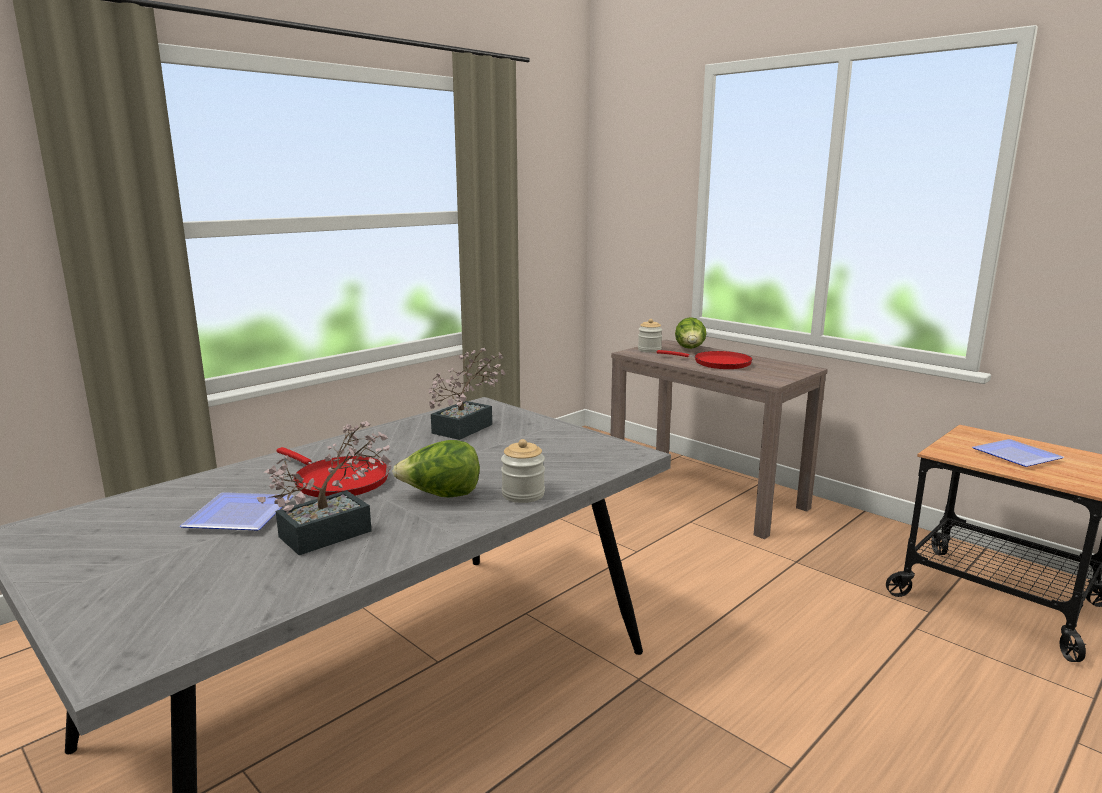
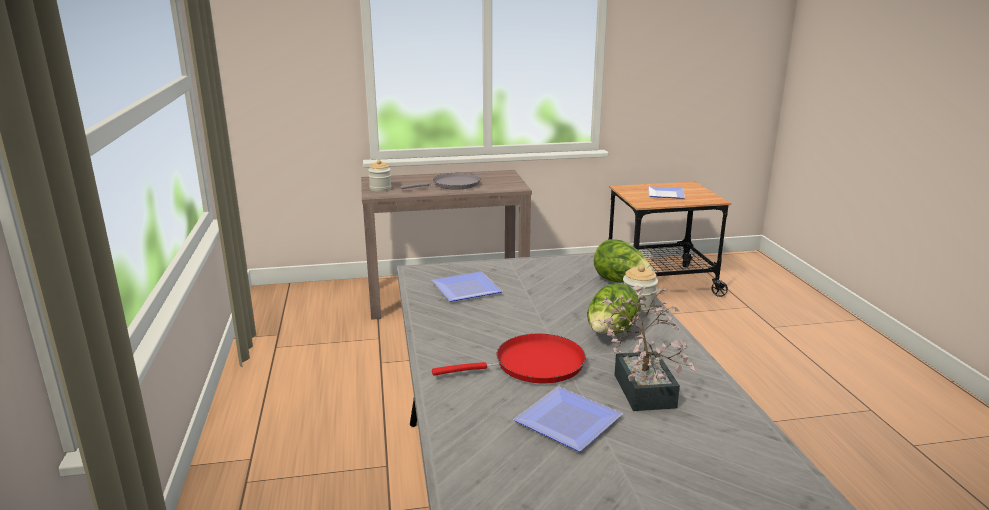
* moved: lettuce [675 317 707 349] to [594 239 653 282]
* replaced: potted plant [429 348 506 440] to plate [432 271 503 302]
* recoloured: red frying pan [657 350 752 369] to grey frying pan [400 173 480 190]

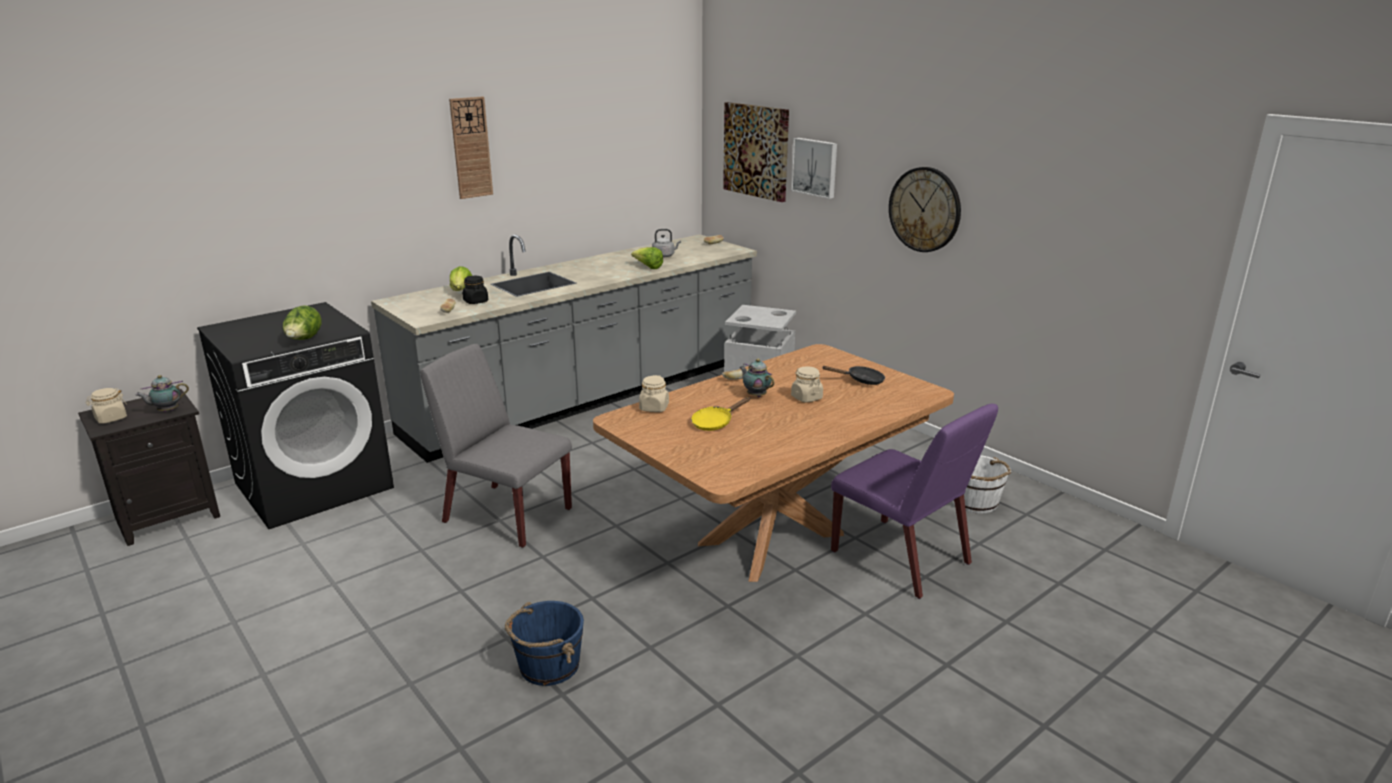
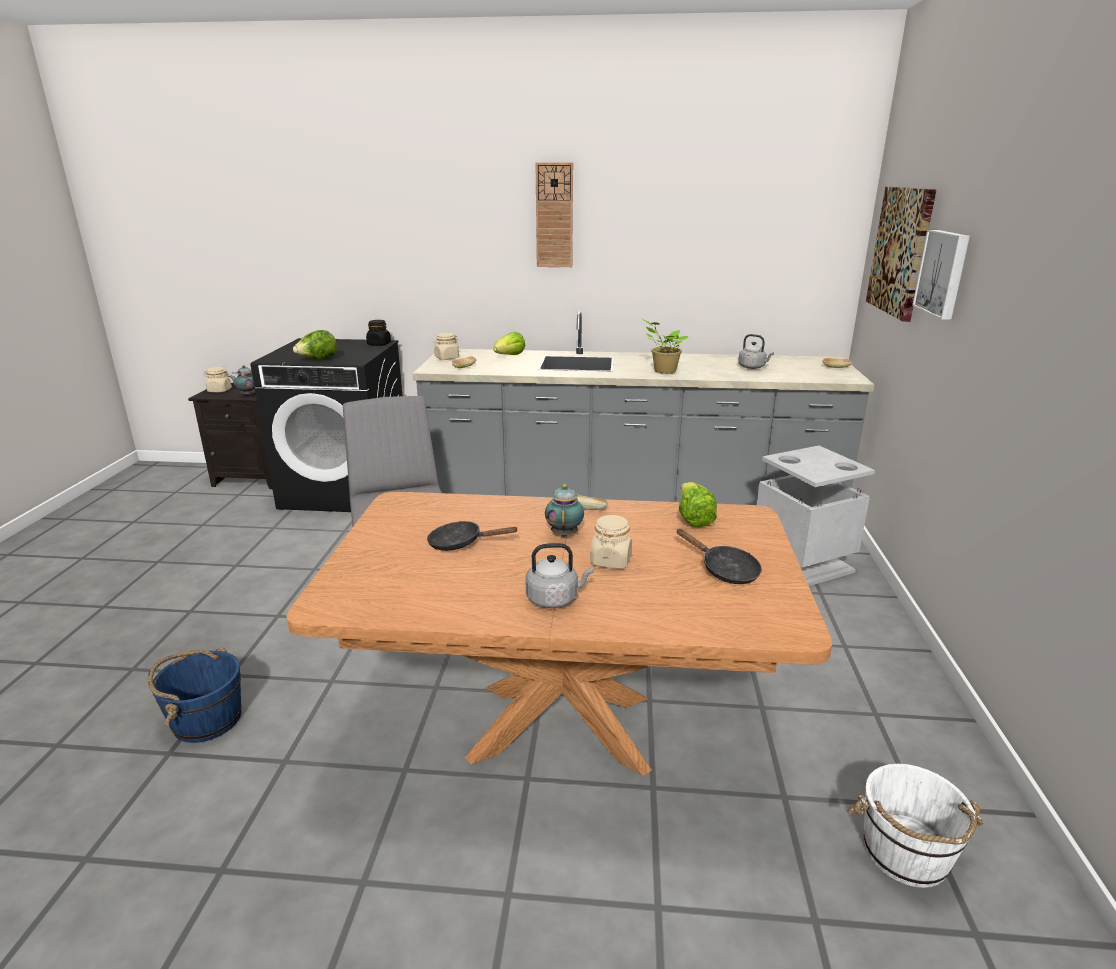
* removed: wall clock [889 167 961 252]
* moved: lettuce [631 247 663 269] to [679 482 717 527]
* moved: black jar [462 276 488 304] to [366 320 391 346]
* moved: beige jar [639 375 669 412] to [433 333 459 360]
* recoloured: yellow frying pan [691 397 750 431] to black frying pan [427 521 519 551]
* removed: purple chair [831 404 998 599]
* added: potted plant [642 319 688 374]
* added: grey kettle [526 543 594 608]

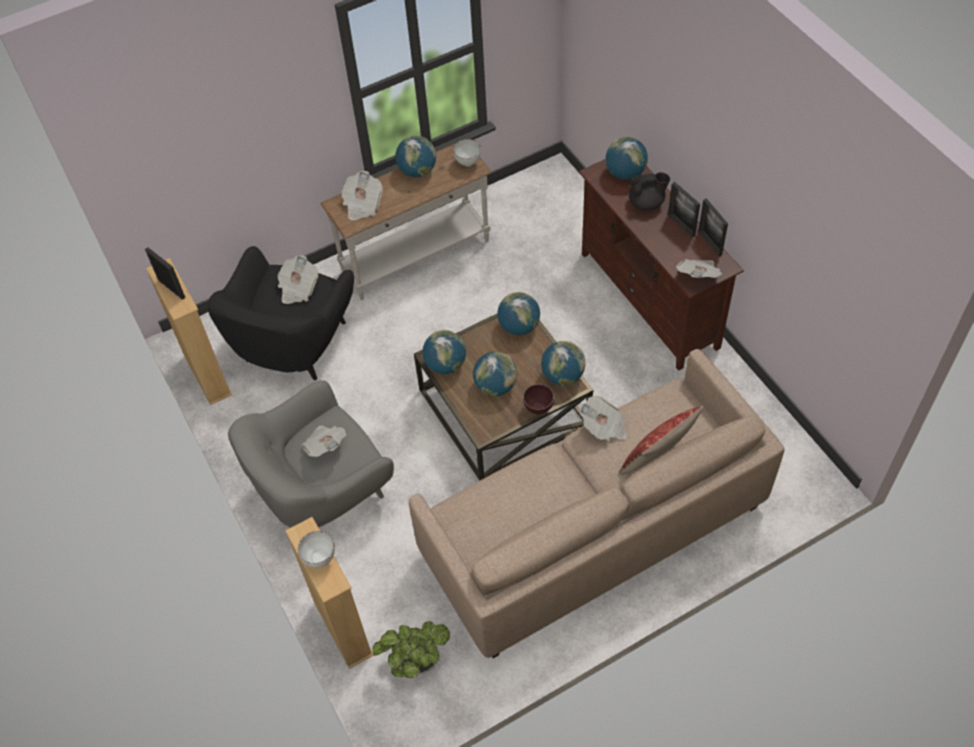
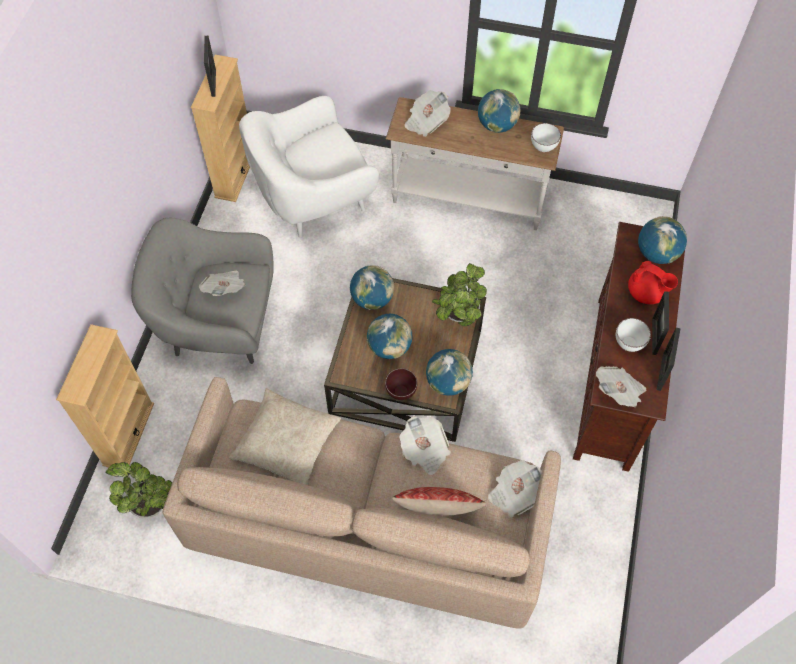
* recoloured: black teapot [629 172 670 210] to red teapot [628 261 678 304]
* recoloured: black armchair [208 246 354 380] to white armchair [239 96 379 237]
* moved: newspaper [277 255 318 304] to [488 460 542 518]
* replaced: globe [497 292 540 335] to potted plant [432 263 487 326]
* moved: white bowl [298 531 335 568] to [616 318 651 352]
* added: beige pillow [229 388 341 485]

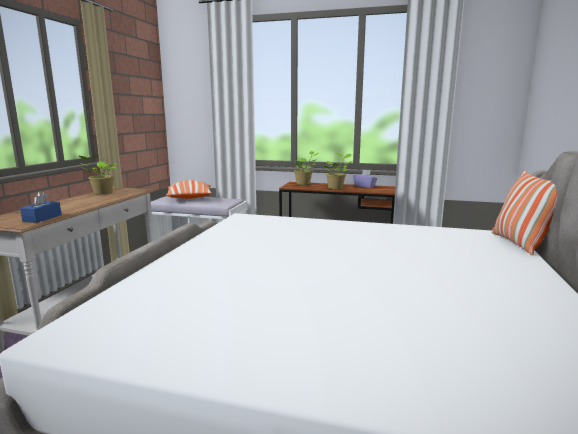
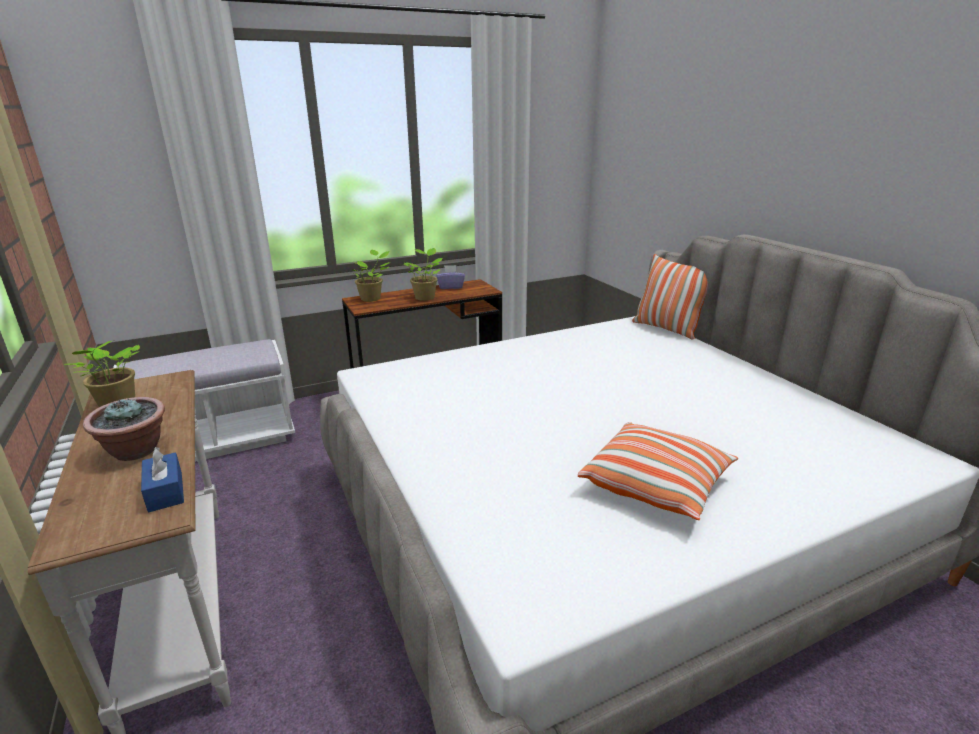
* moved: pillow [166 180 212 199] to [578 422 738 520]
* added: potted plant [83 397 165 461]

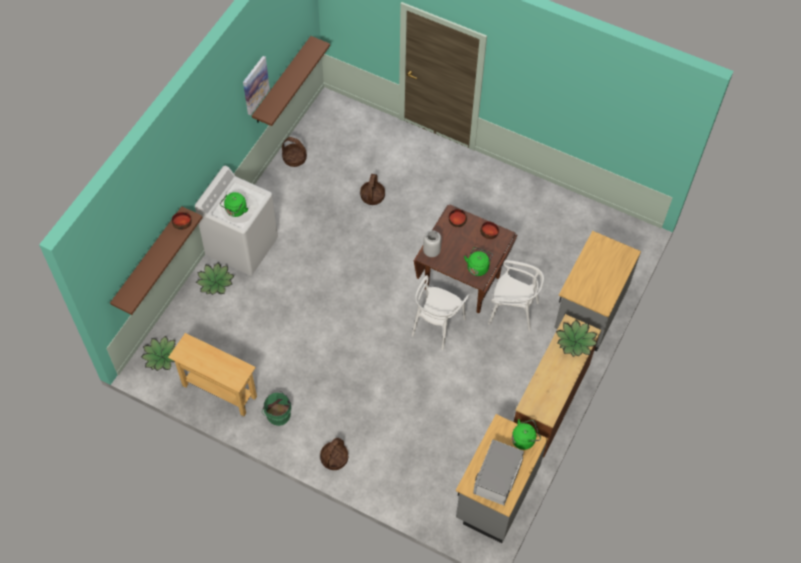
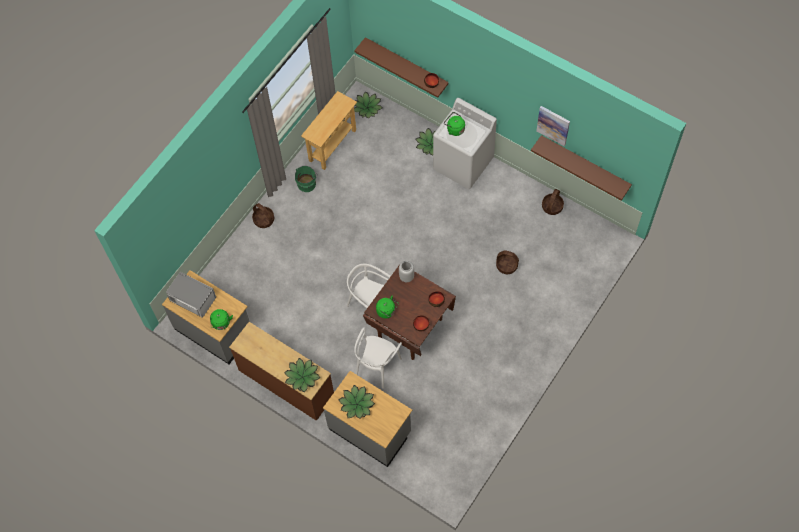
* added: potted plant [338 385 375 419]

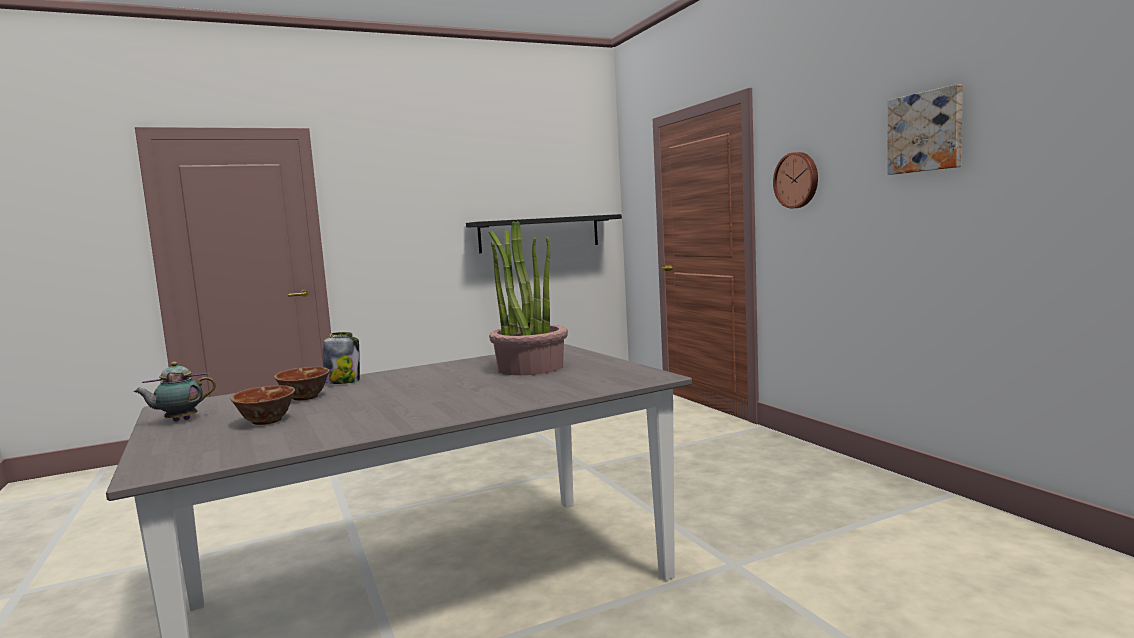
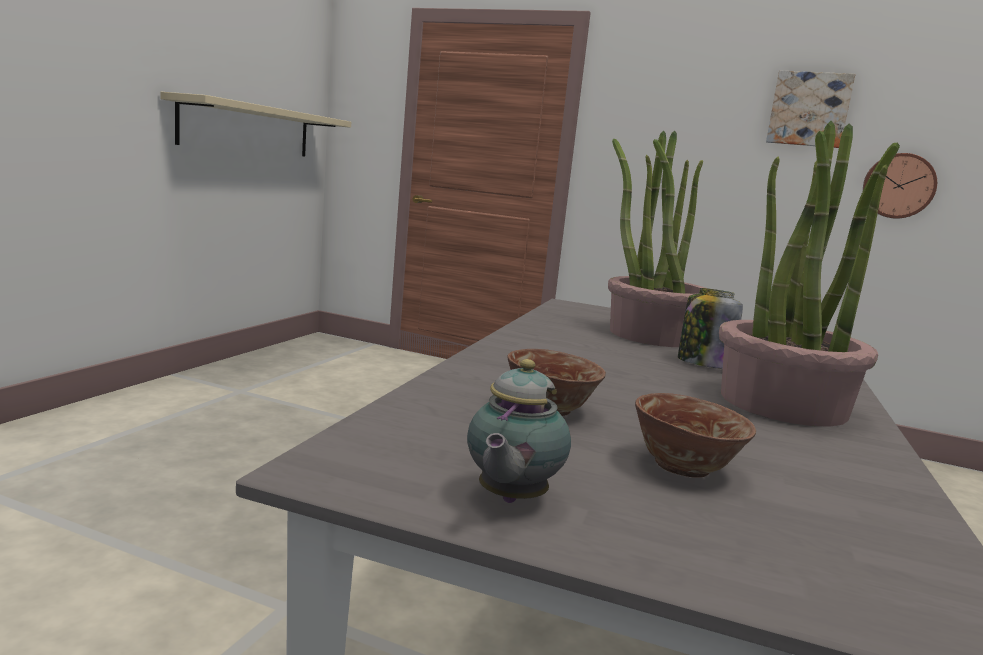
* moved: wall clock [773 152 818 208] to [863 153 937 218]
* recoloured: black shelf [466 214 622 253] to beige shelf [160 92 351 156]
* moved: jar [323 332 360 384] to [678 288 743 369]
* added: potted plant [719 121 900 427]

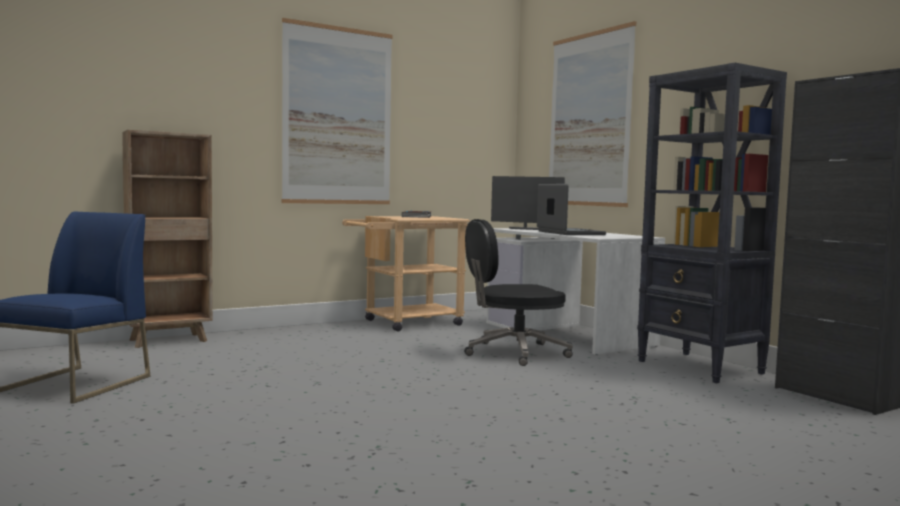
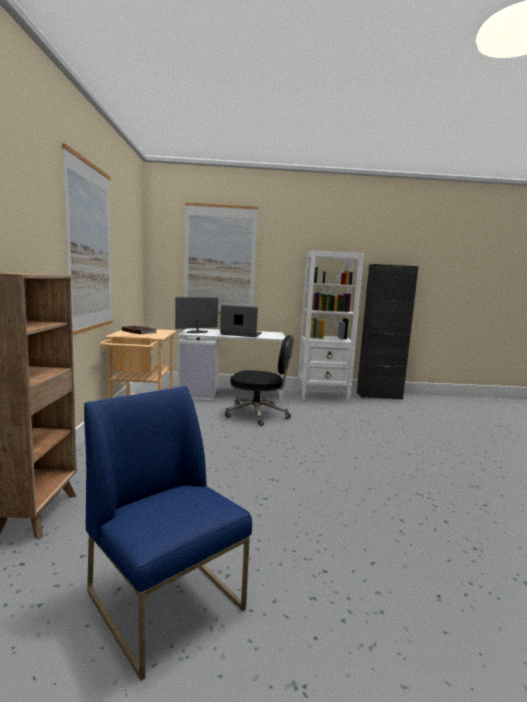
* recoloured: black bookcase [637 63 787 383] to white bookcase [297 250 364 402]
* turned: black office chair [464 219 573 366] = [225 335 293 426] 90 degrees counterclockwise

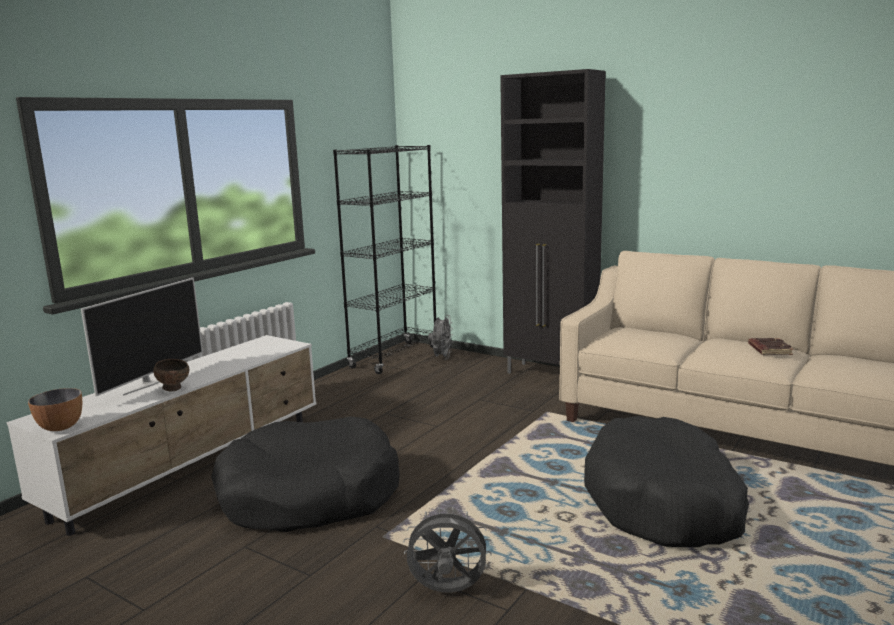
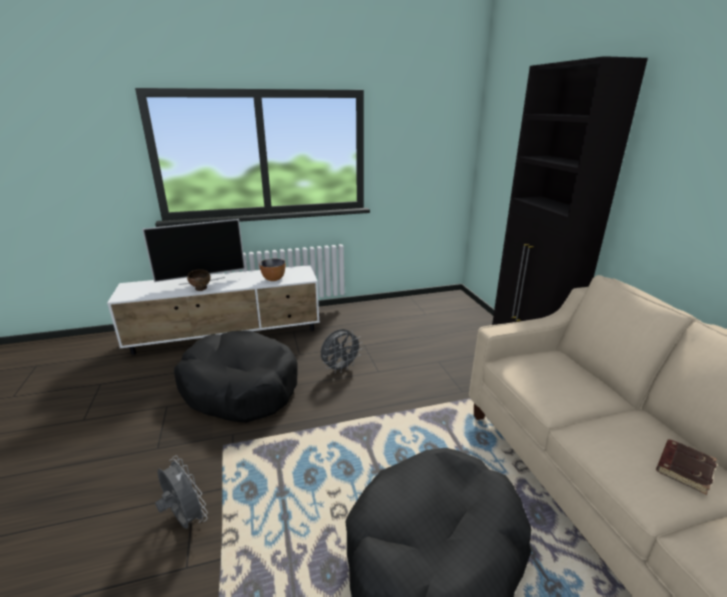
* removed: black bookcase [333 145 436 374]
* moved: grey fan [428 315 453 359] to [321 329 362 373]
* moved: bowl [28 388 82 431] to [259 259 285 281]

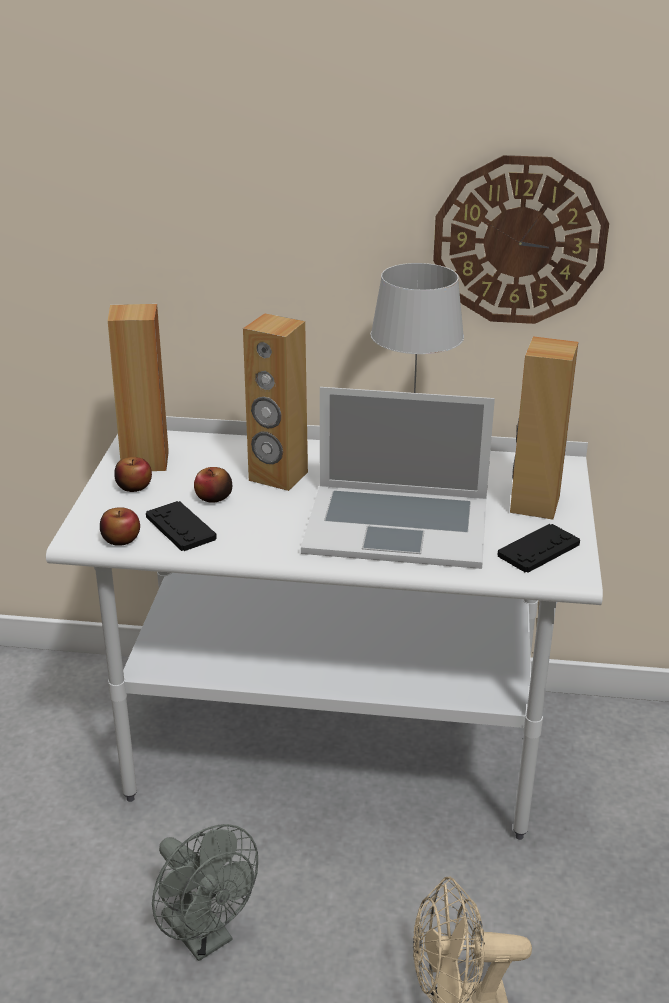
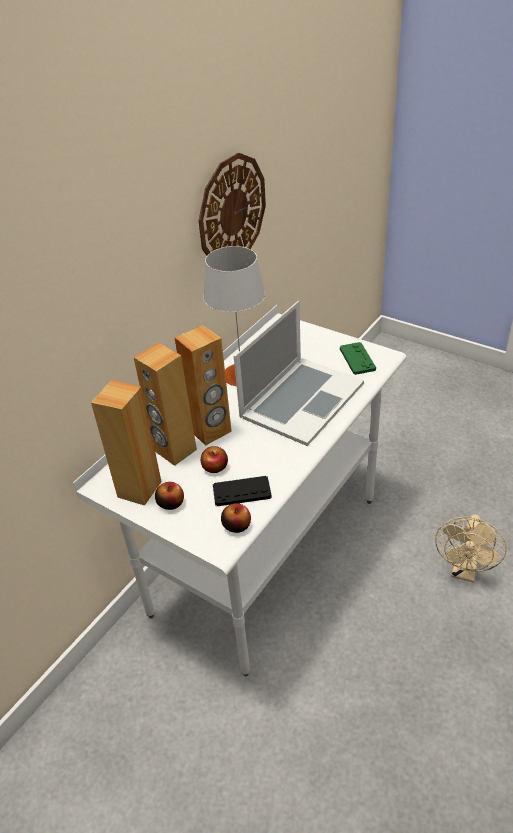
* moved: brown speaker [510 336 578 520] to [134 343 197 466]
* recoloured: black game controller [498 524 580 573] to green game controller [340 342 376 375]
* removed: grey fan [152 824 258 961]

